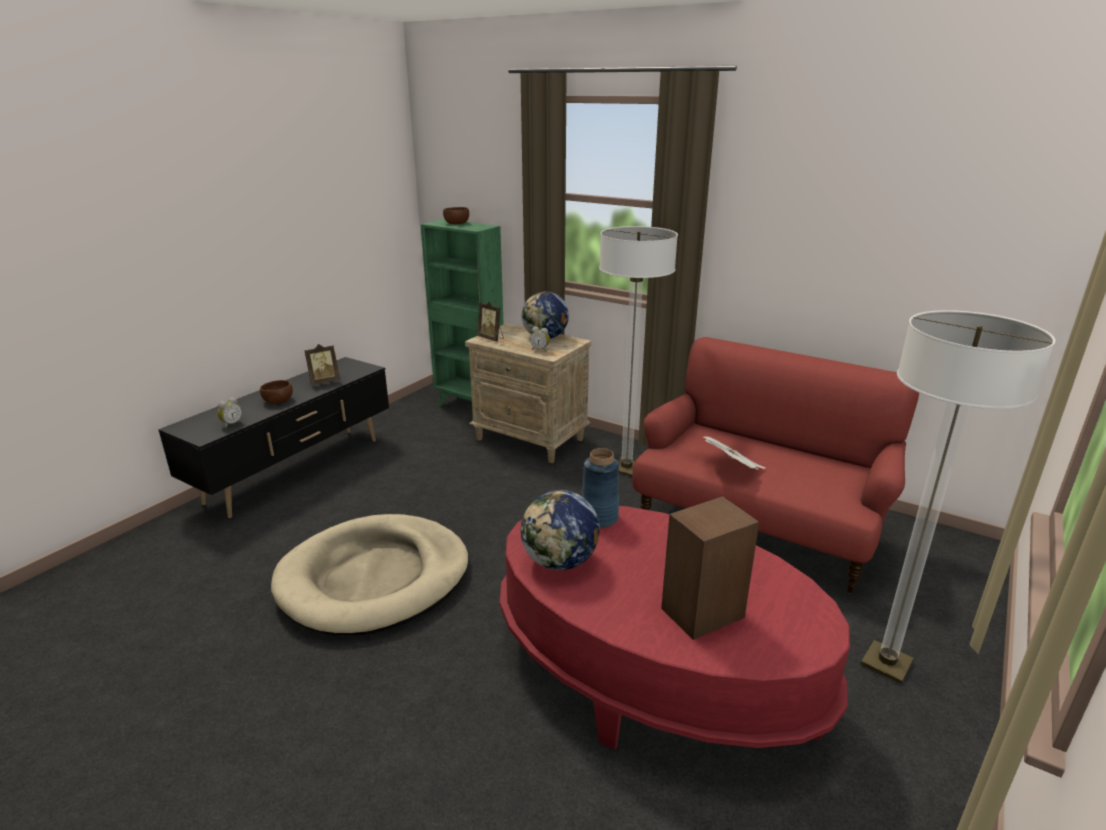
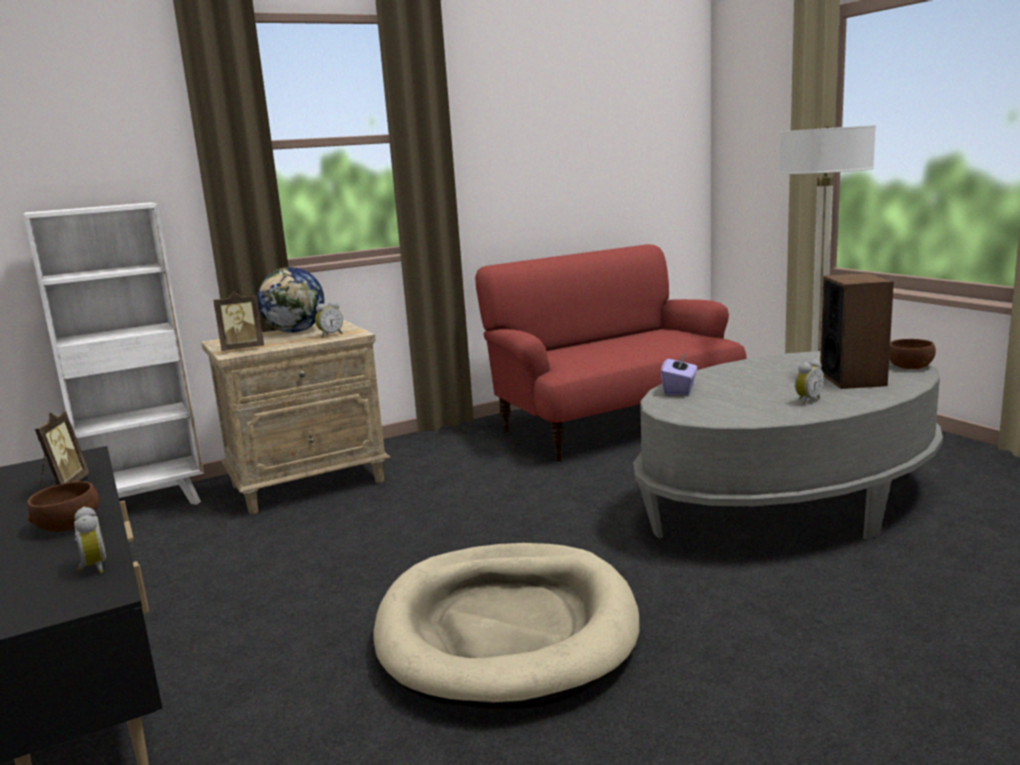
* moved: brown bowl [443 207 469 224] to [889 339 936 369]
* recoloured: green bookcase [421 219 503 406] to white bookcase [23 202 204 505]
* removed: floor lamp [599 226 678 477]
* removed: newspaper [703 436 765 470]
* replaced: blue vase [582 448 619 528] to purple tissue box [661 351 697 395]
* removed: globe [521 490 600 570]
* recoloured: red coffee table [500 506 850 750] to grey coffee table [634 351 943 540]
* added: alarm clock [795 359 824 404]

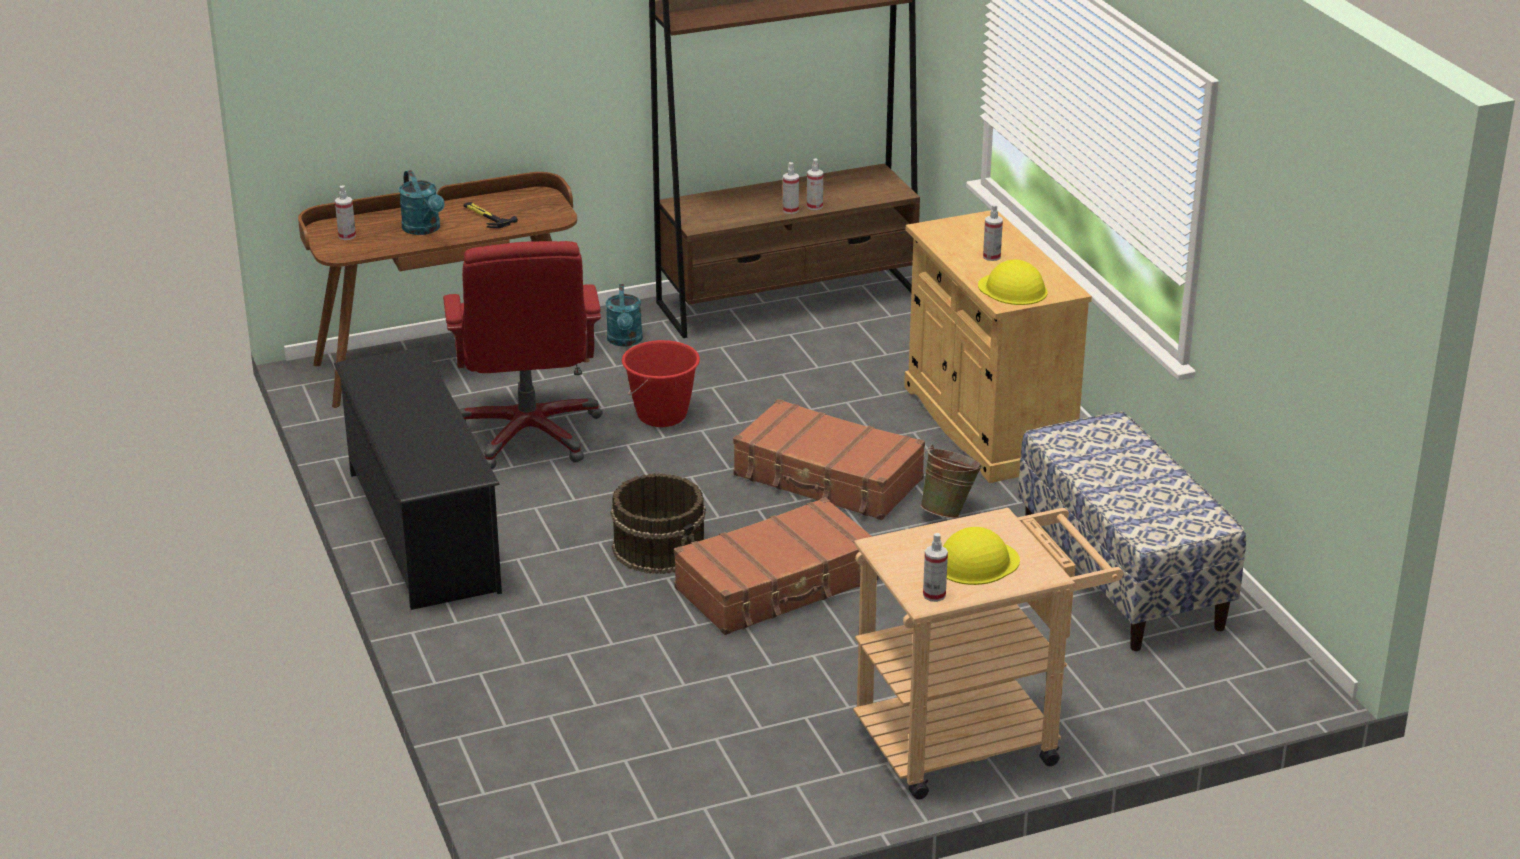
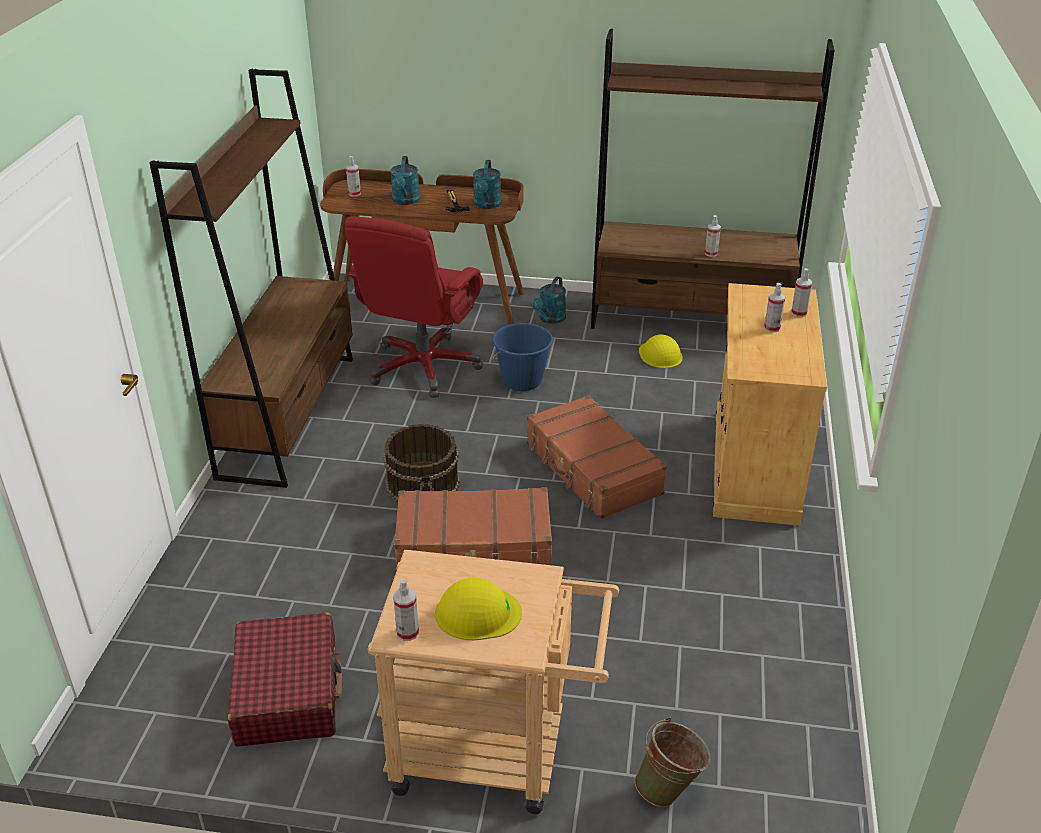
* moved: spray bottle [783 162 799 214] to [791 268 812 317]
* moved: yellow hard hat [978 260 1047 305] to [639 334 683 368]
* recoloured: red bucket [622 340 700 427] to blue bucket [492 323 553 391]
* replaced: black shoe rack [334 347 502 610] to brown bookcase [149 69 353 488]
* removed: bench [1018 412 1246 651]
* moved: green bucket [920 445 983 518] to [635 717 711 807]
* added: turquoise watering can [473 160 502 209]
* added: red suitcase [228 613 343 747]

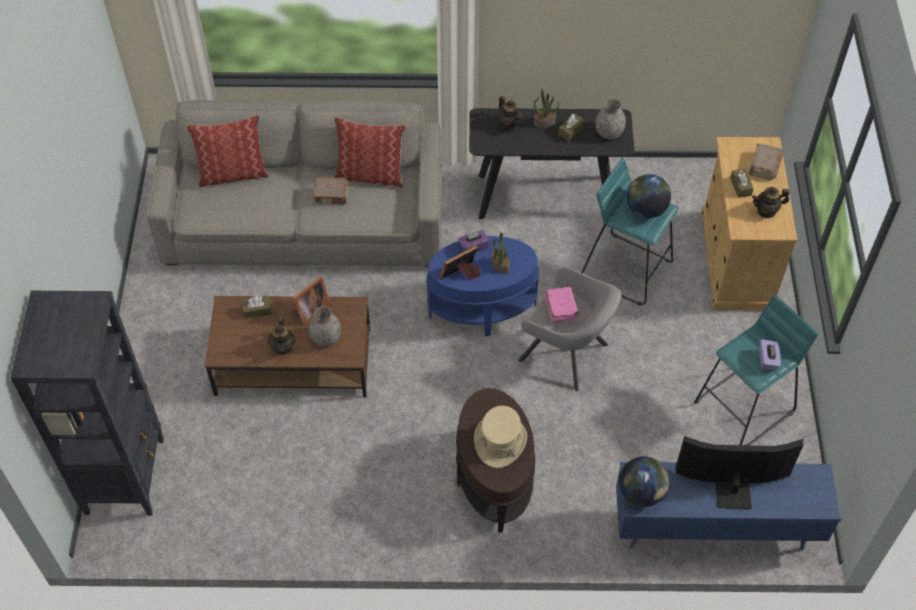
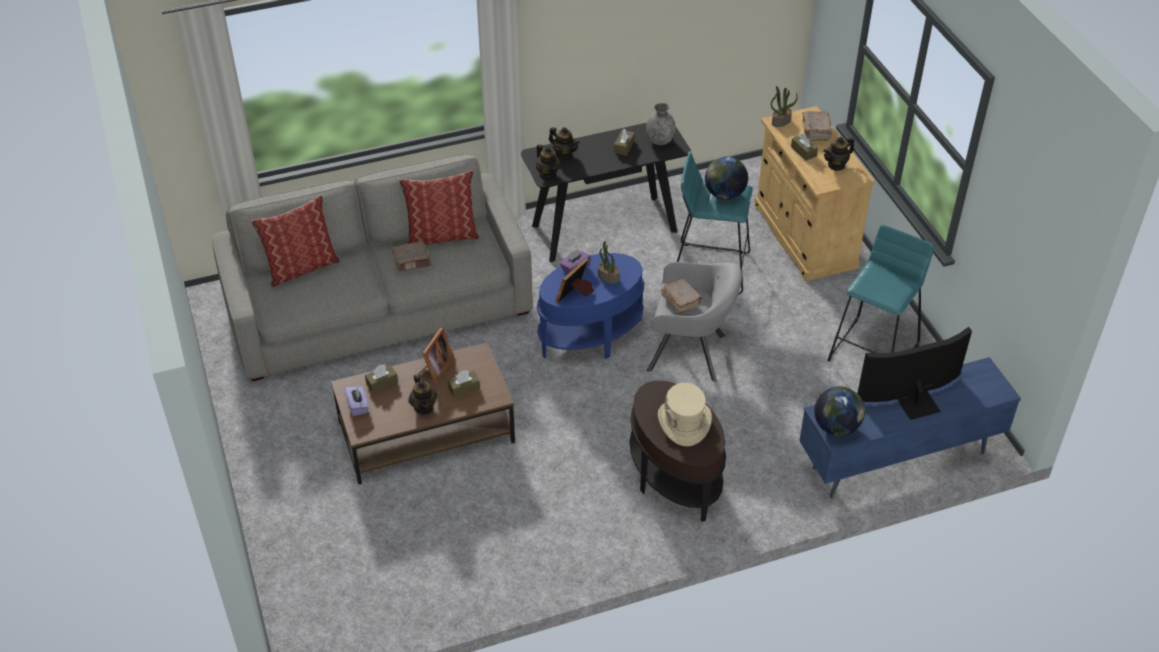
* moved: potted plant [534 89 559 128] to [771 86 797 127]
* recoloured: pink book [544 287 579 323] to brown book [661 278 702 314]
* removed: black bookcase [10 291 164 516]
* replaced: grey vase [309 306 341 346] to brown tissue box [448 370 480 397]
* moved: purple tissue box [759 339 781 370] to [344 386 369 416]
* added: teapot [536 144 560 179]

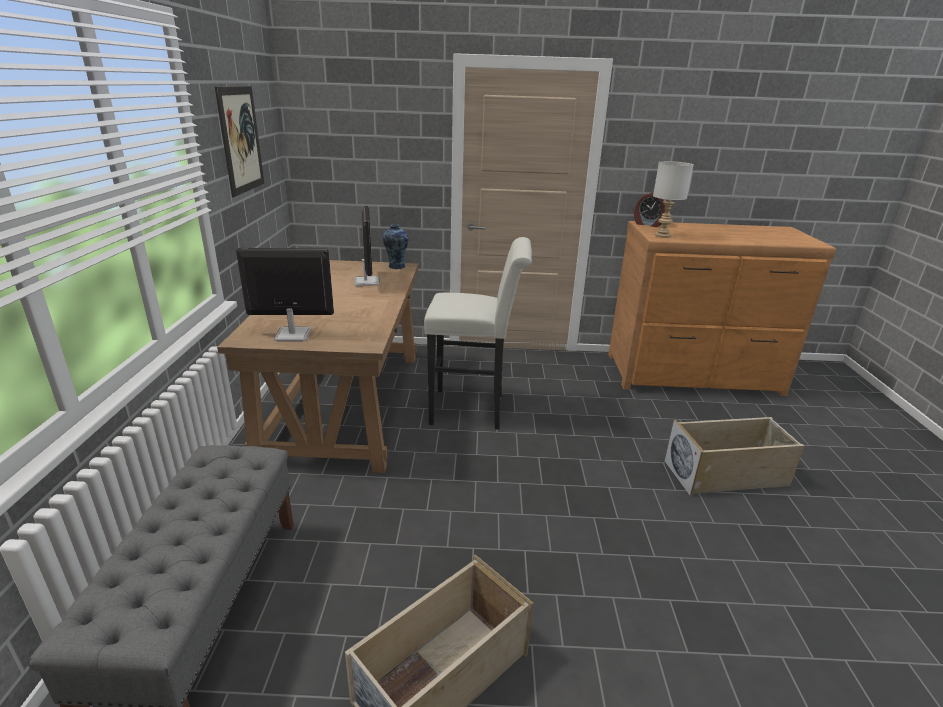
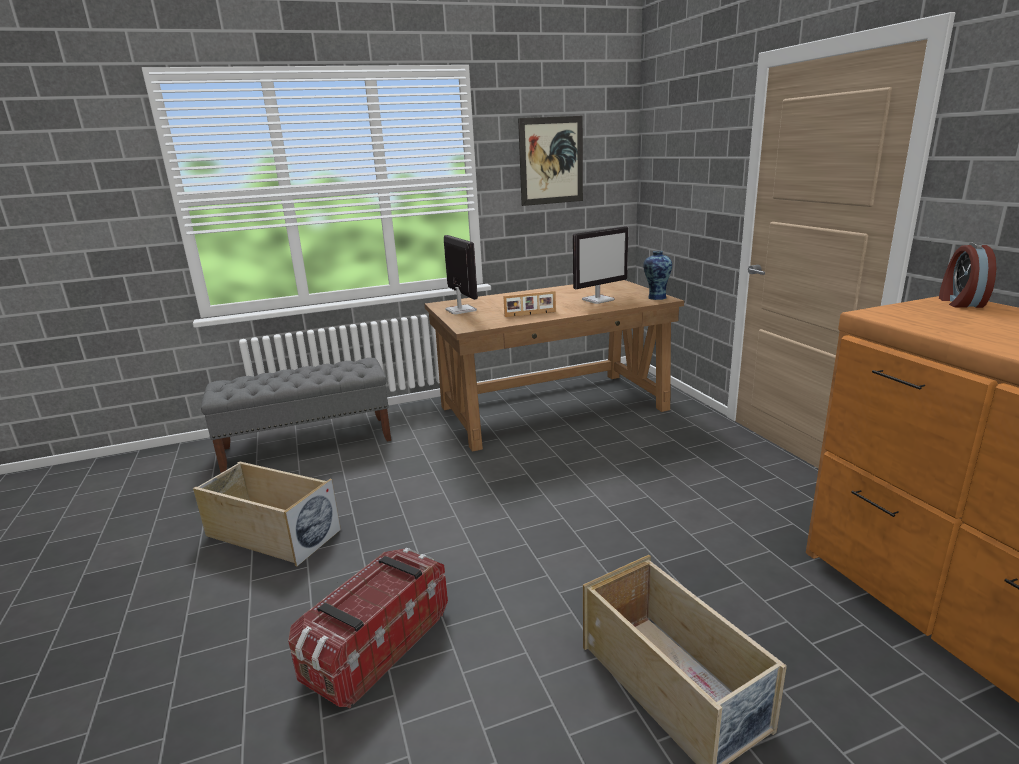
* removed: grey table lamp [653 161 693 238]
* removed: white stool [424 237 532 430]
* added: picture frame [503 291 556 317]
* added: storage box [288 548 448 709]

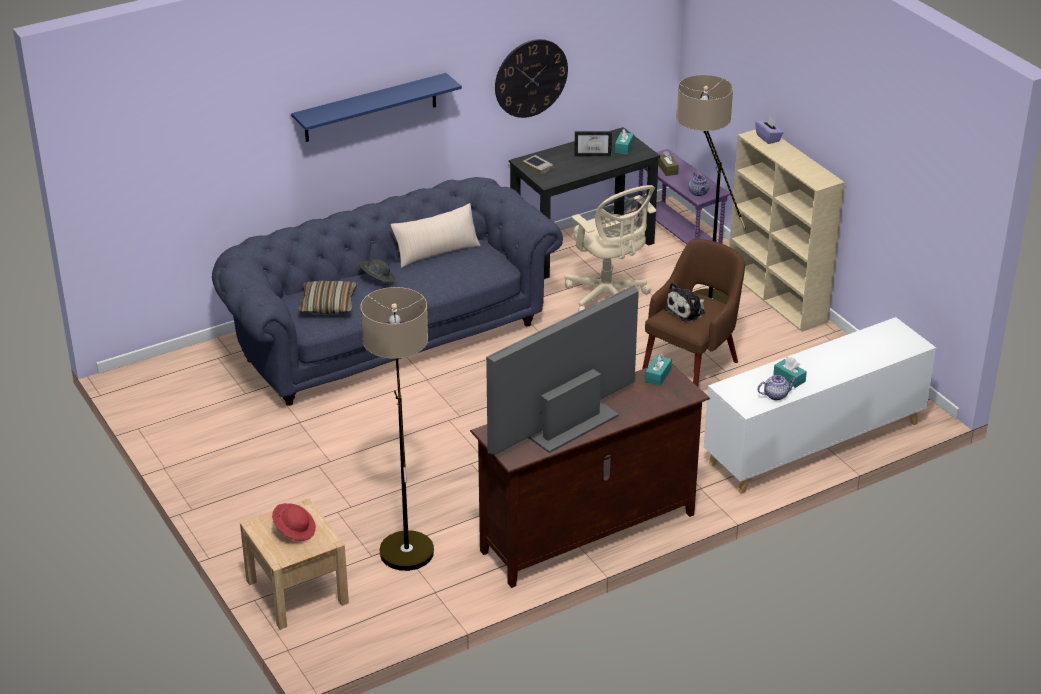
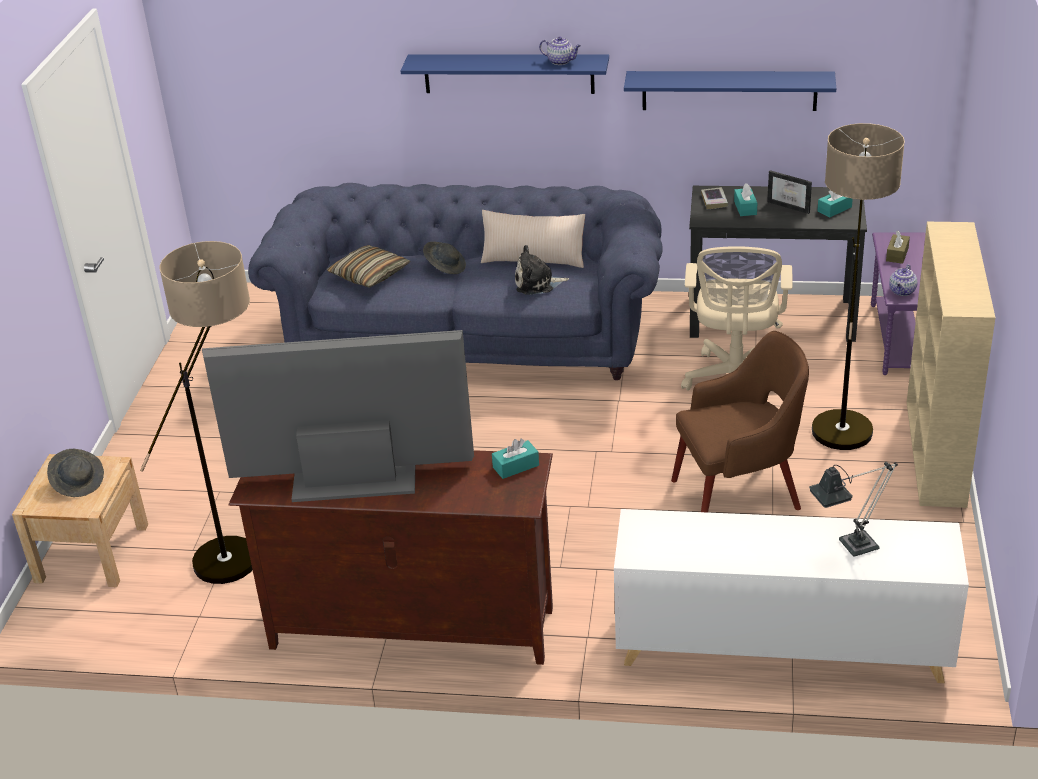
* replaced: wall clock [495 39 568 118] to blue shelf [624 71 836 111]
* removed: purple tissue box [755 117 783 144]
* moved: plush toy [664 282 705 322] to [515 245 569 295]
* moved: turquoise tissue box [773 357 807 388] to [734 183 757 216]
* moved: teapot [758 375 797 400] to [539 37 581 65]
* recoloured: red hat [272 503 316 541] to grey hat [47 449 104 497]
* added: table lamp [809 462 898 556]

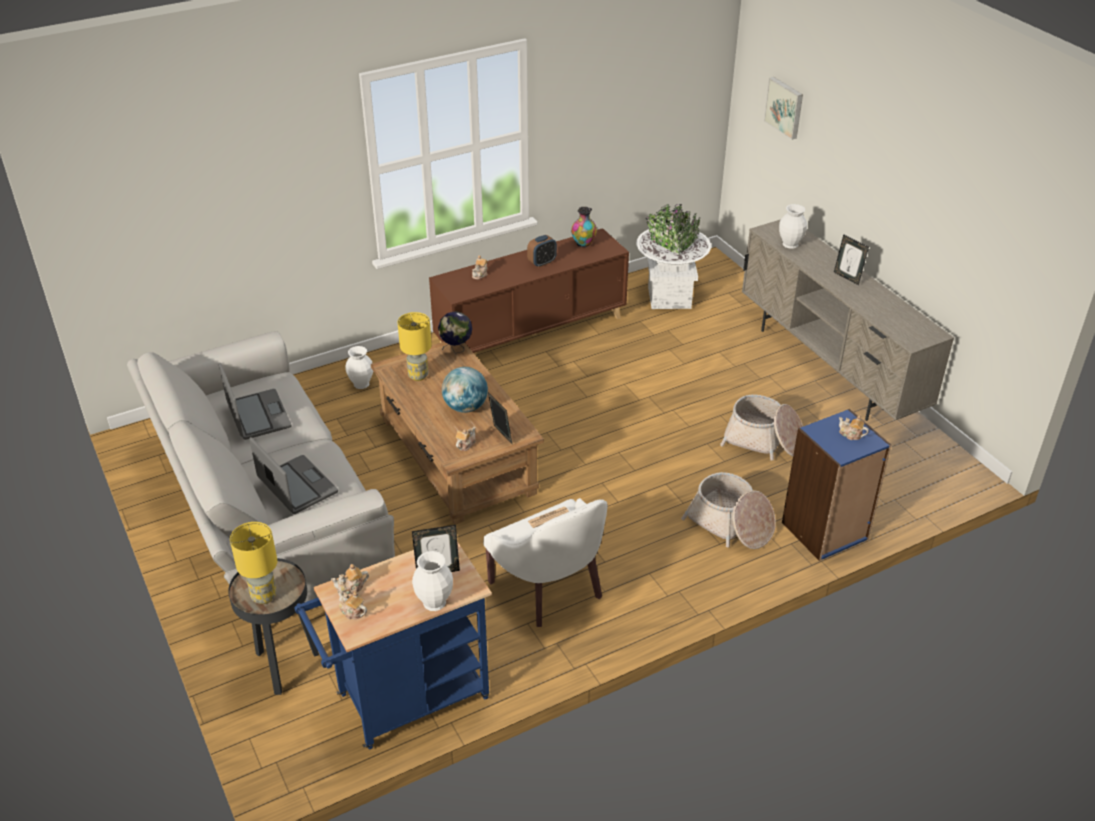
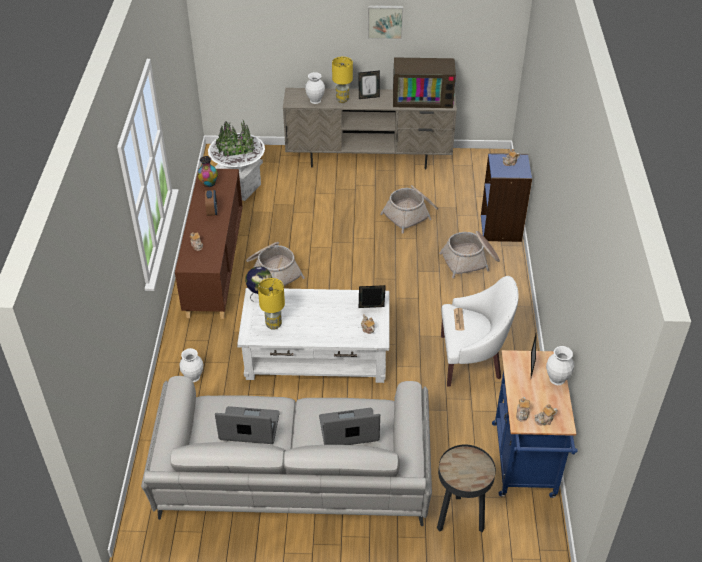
* moved: picture [764 77 803 140] to [368 5 403 39]
* recoloured: brown coffee table [371 342 544 525] to white coffee table [237 288 389 383]
* removed: globe [442 367 488 413]
* moved: yellow table lamp [230 522 277 604] to [332 57 353 103]
* added: television [393 57 456 108]
* added: basket [246 242 305 286]

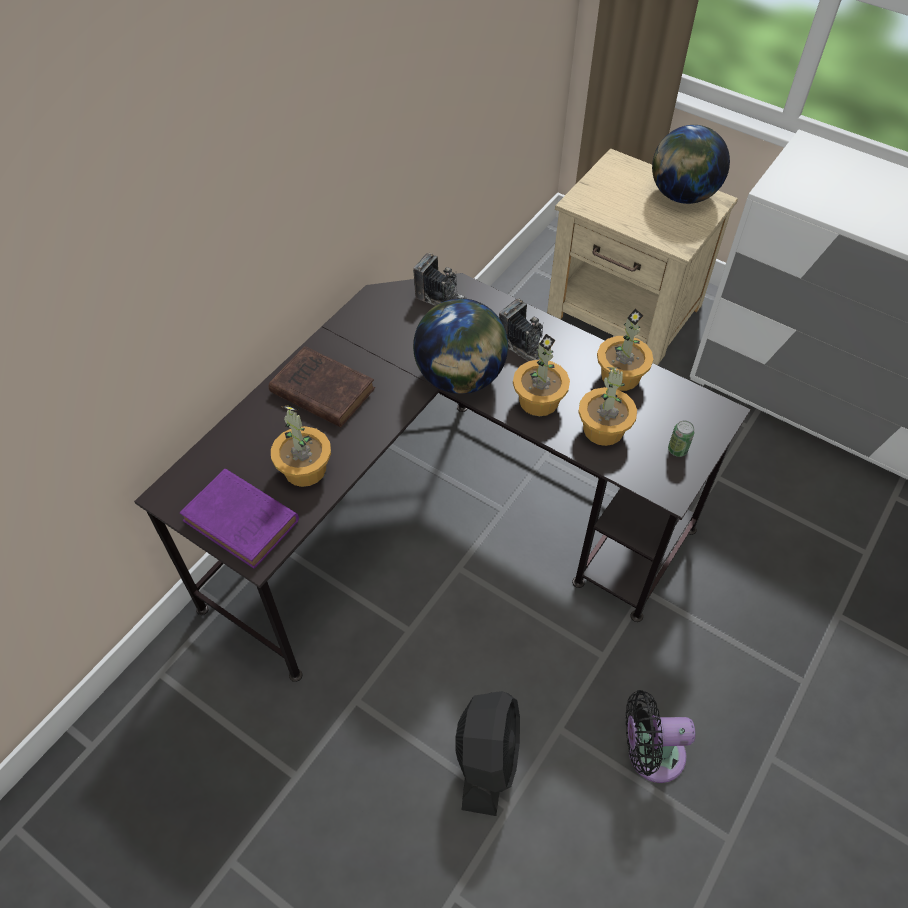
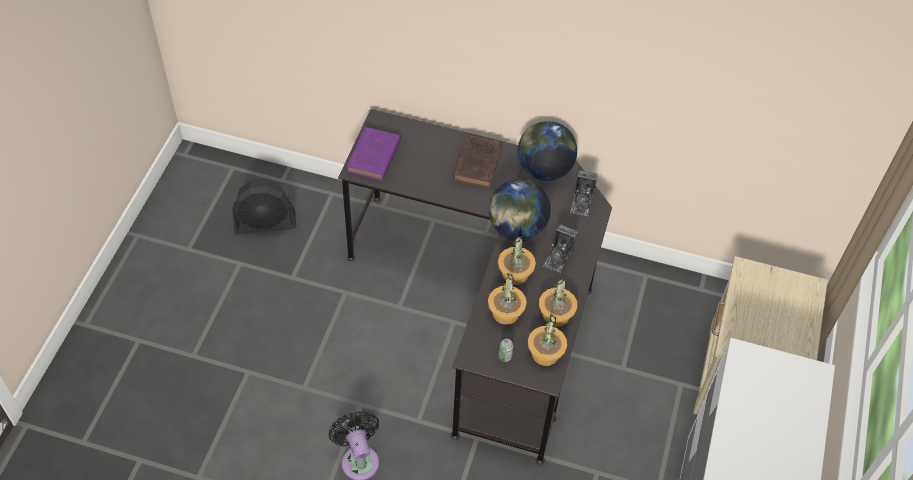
* moved: globe [652 125 730 204] to [518 121 577 181]
* moved: potted plant [271 405 331 487] to [528 314 567 366]
* moved: black fan [455 691 520 816] to [232 179 296 234]

